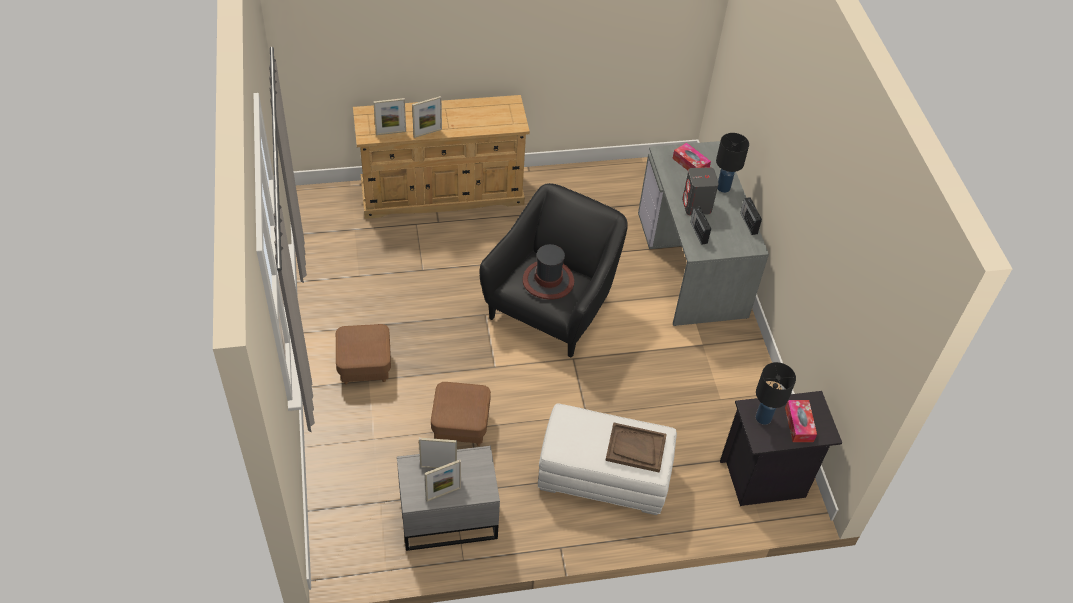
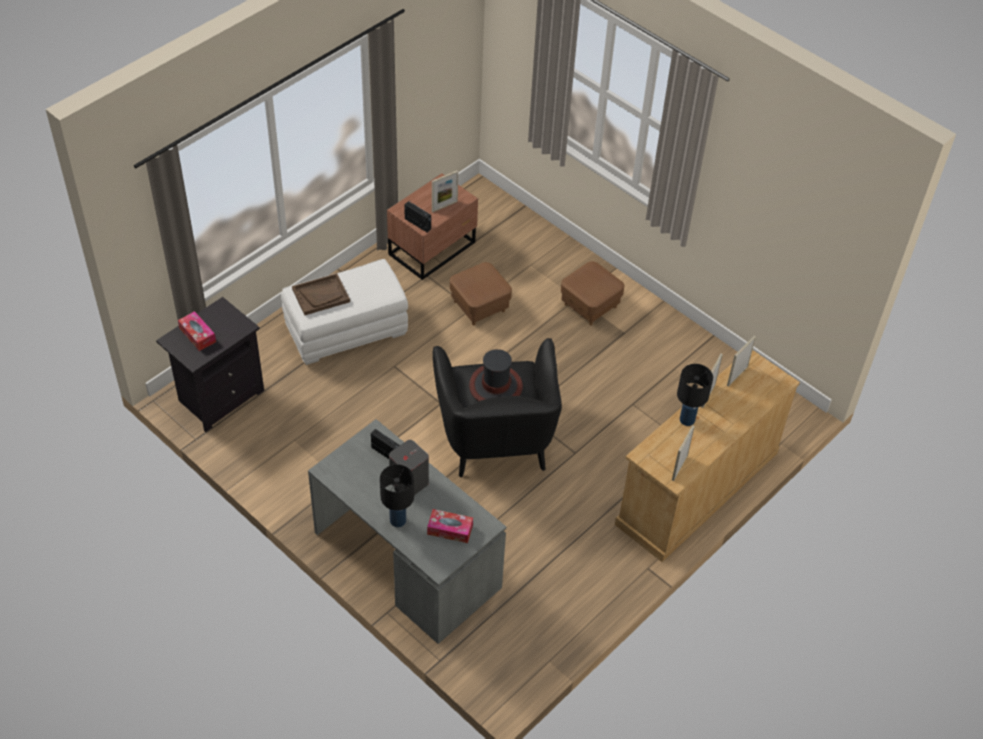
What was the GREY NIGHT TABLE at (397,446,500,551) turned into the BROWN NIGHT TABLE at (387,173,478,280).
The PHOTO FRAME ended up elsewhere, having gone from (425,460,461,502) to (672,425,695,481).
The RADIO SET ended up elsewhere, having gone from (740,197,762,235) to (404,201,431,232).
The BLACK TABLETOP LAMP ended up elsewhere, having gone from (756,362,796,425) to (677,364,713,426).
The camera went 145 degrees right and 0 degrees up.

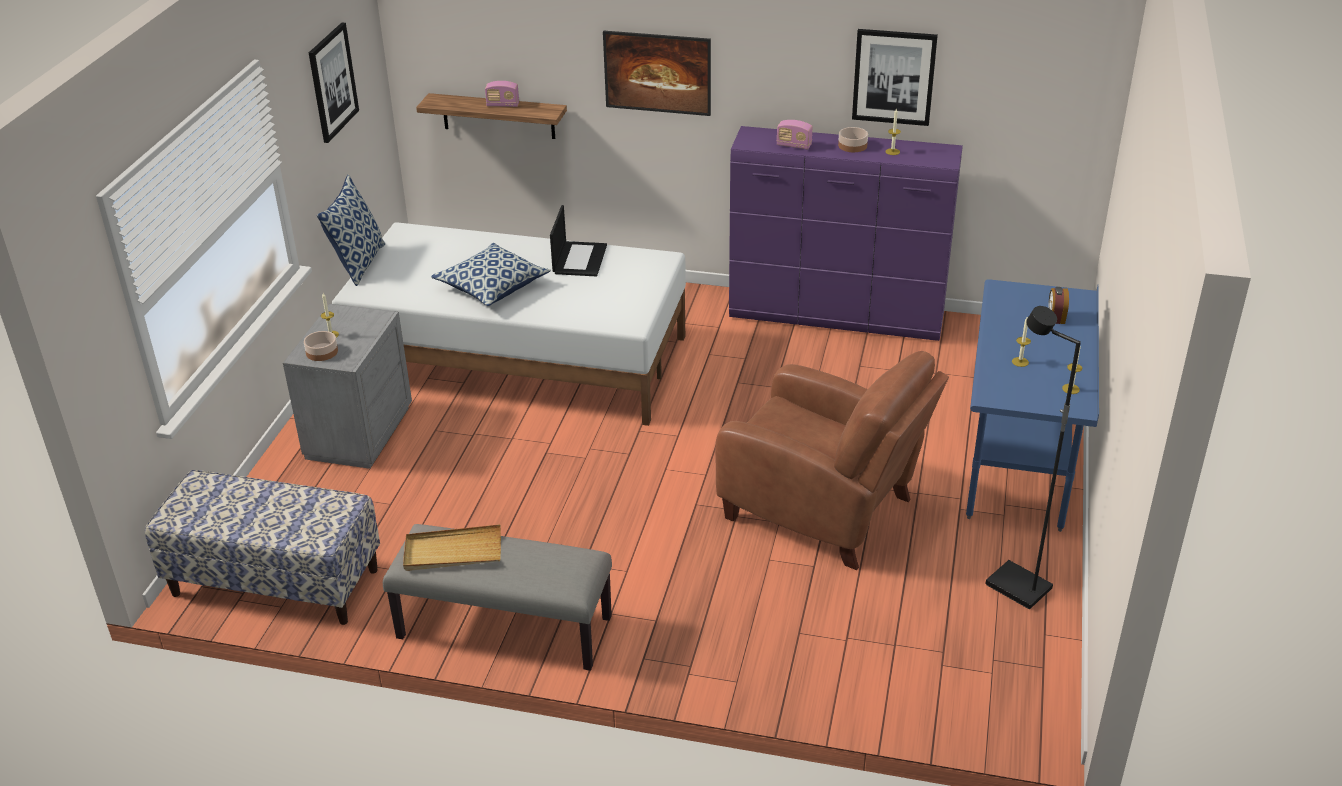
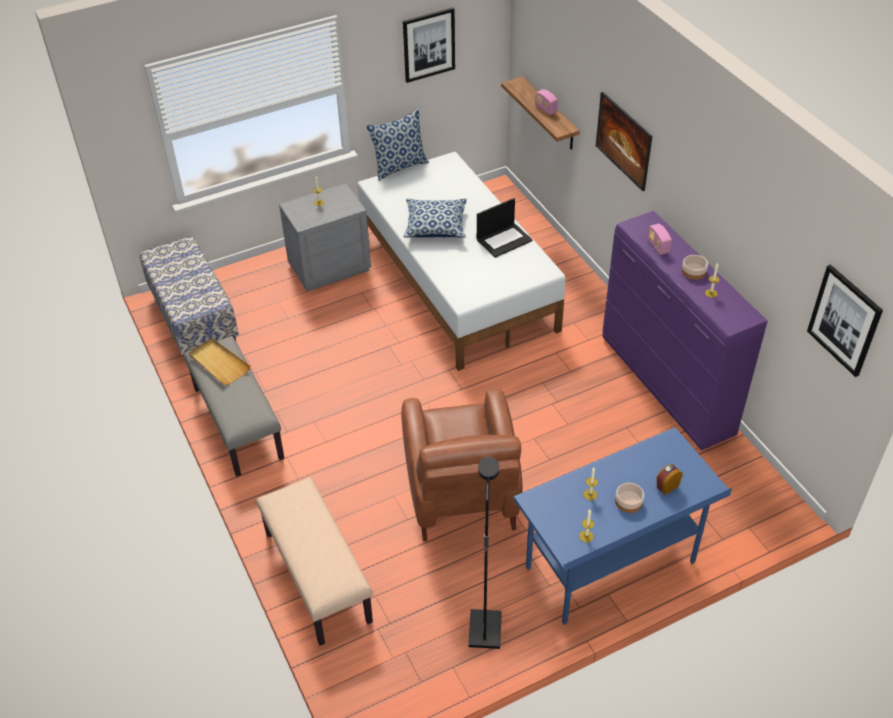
The DEEP DISH ended up elsewhere, having gone from (304,331,338,361) to (615,483,644,513).
The PICTURE ended up elsewhere, having gone from (852,29,938,126) to (807,265,883,377).
The second view gained the BEIGE-COLOURED INDOOR BENCH at (256,477,373,646).
The camera went 50 degrees right and 10 degrees up.

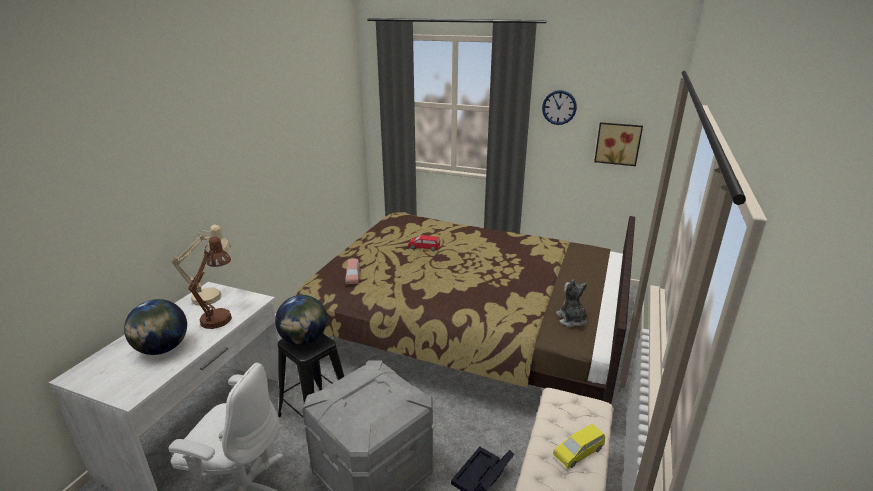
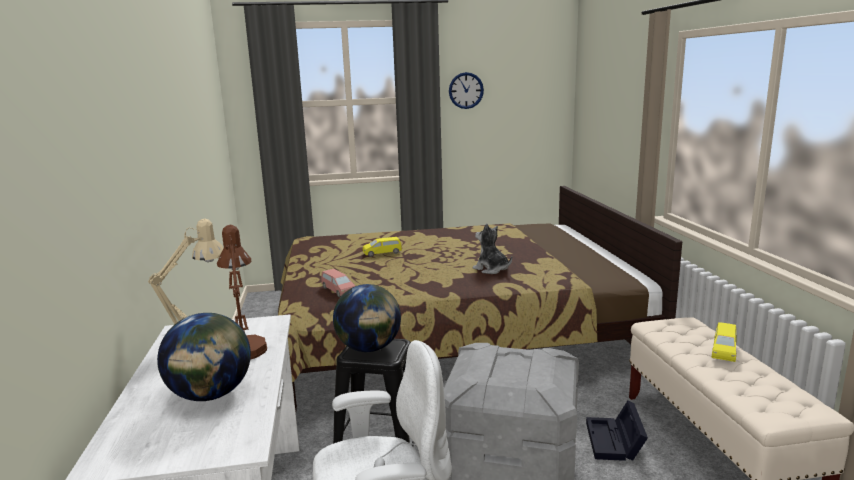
What was the RED MINIATURE CAR at (408,235,440,251) turned into the YELLOWISH MINIATURE CAR at (362,237,402,257).
The SOFT TOY ended up elsewhere, having gone from (556,280,587,327) to (473,223,512,274).
The second view lost the PICTURE at (594,122,643,166).
The camera went 30 degrees left and 10 degrees down.

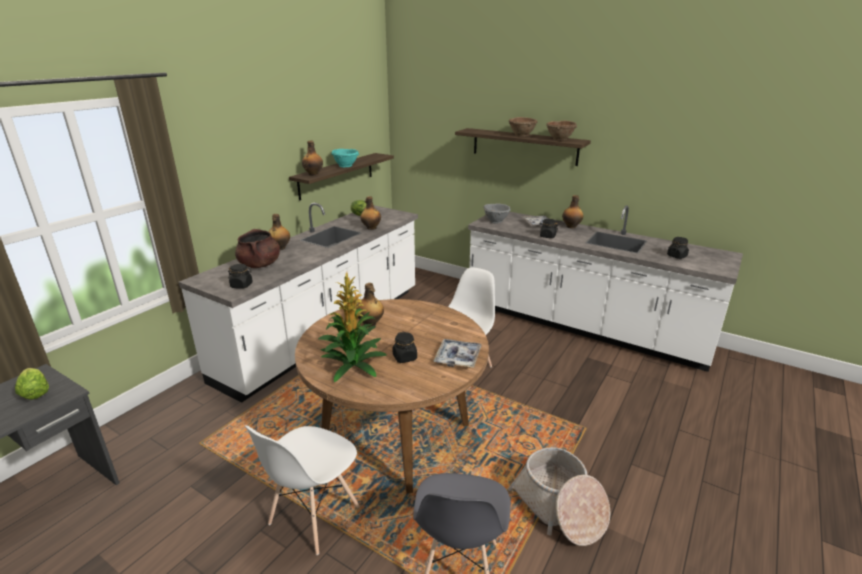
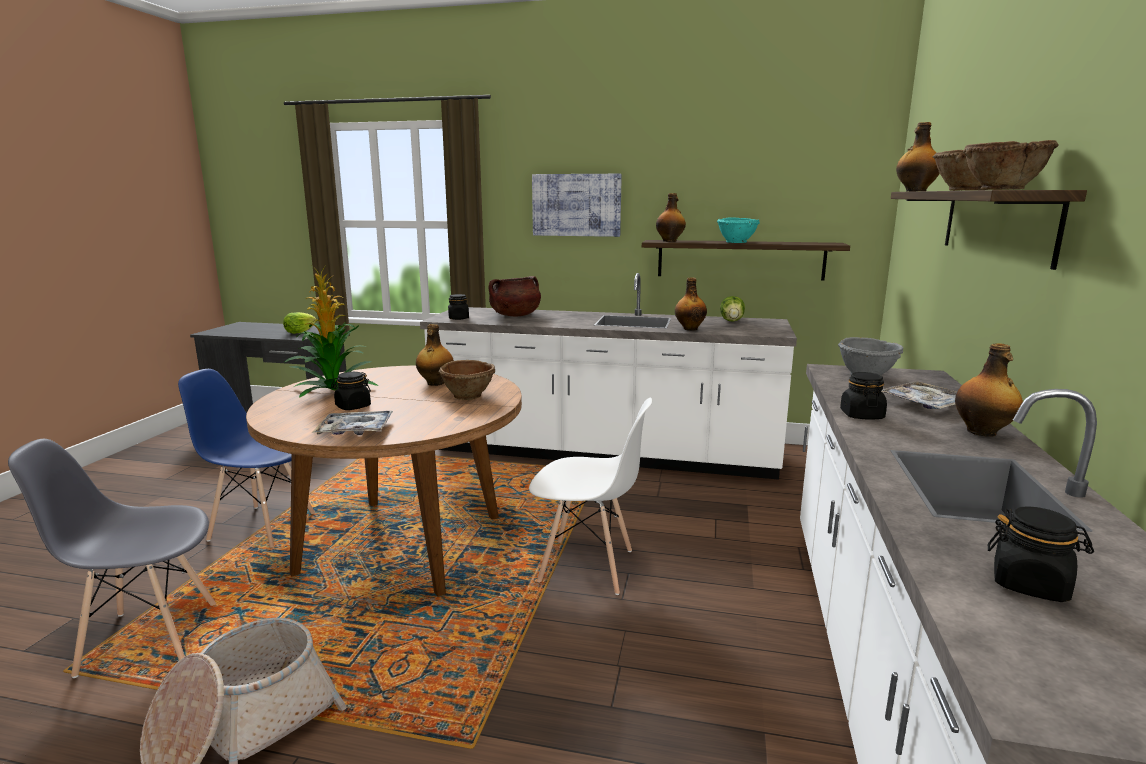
What was the WHITISH CHAIR at (245,425,360,555) turned into the BLUE CHAIR at (178,369,315,547).
The BEVERAGE BOTTLE ended up elsewhere, having gone from (268,214,290,250) to (896,122,940,191).
The second view gained the BROWN DEEP DISH at (439,360,495,400).
The second view gained the PICTURE at (532,174,622,237).
The camera went 70 degrees right and 10 degrees down.

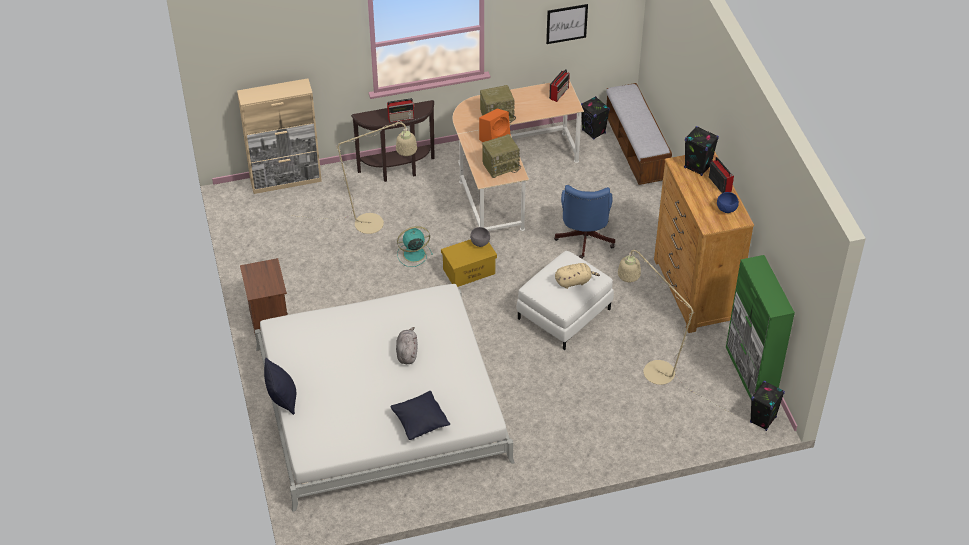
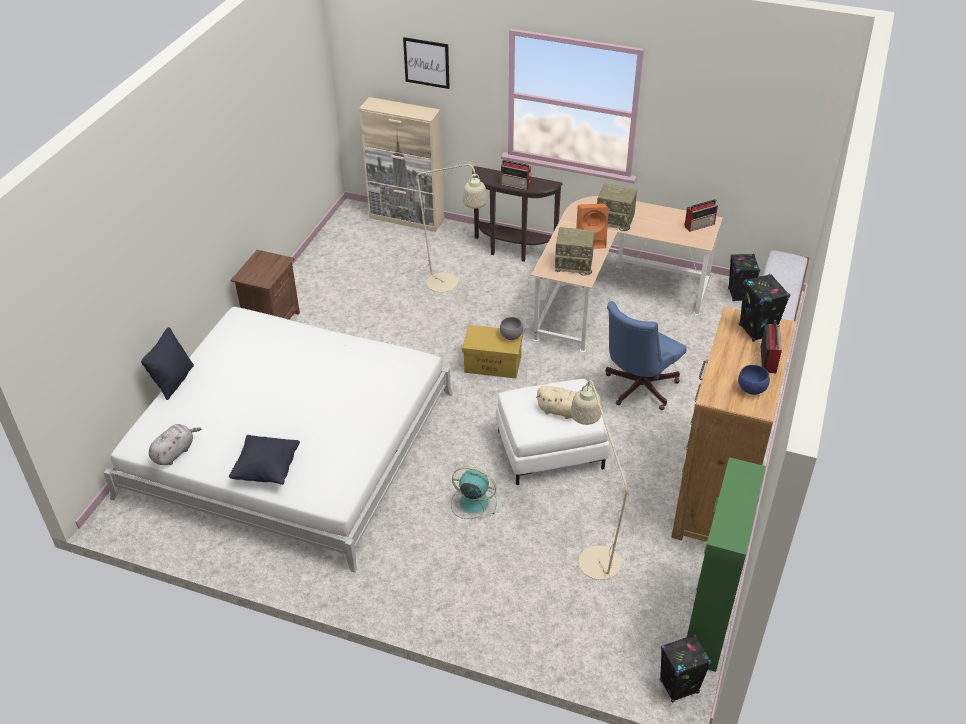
The GREY SOFT TOY ended up elsewhere, having gone from (396,327,418,364) to (149,424,201,465).
The BLUE-GREEN FAN ended up elsewhere, having gone from (397,226,433,267) to (451,466,497,519).
The PICTURE ended up elsewhere, having gone from (546,4,588,44) to (403,37,450,89).
The camera went 35 degrees right and 5 degrees down.

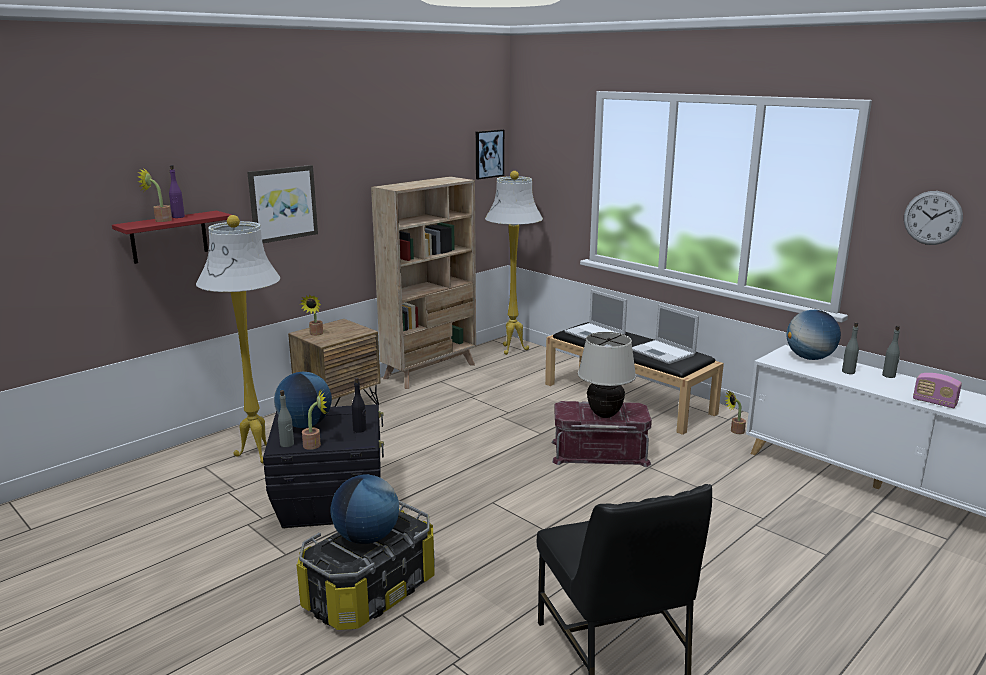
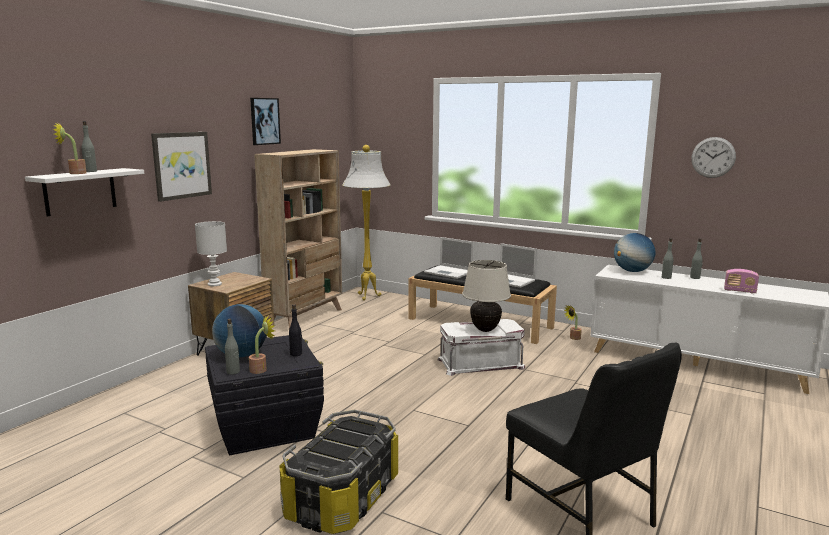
What was the RED BRACKET SHELF at (112,211,231,264) turned into the WHITISH BRACKET SHELF at (25,168,144,216).
What was the PURPLE-COLOURED BEVERAGE BOTTLE at (169,165,185,218) turned into the GREY BEVERAGE BOTTLE at (82,121,97,172).
The second view lost the WHITISH STANDARD LAMP at (196,215,280,464).
Where the PLANT IN A POT stood at (300,294,323,336), the WHITISH TABLETOP LAMP came to stand at (195,221,227,286).
The second view lost the GLOBE at (330,474,399,544).
The PICTURE ended up elsewhere, having gone from (476,130,504,179) to (250,98,281,145).
What was the RED STORAGE BOX at (551,401,652,467) turned into the WHITISH STORAGE BOX at (438,319,525,376).
The camera went 15 degrees left and 5 degrees down.

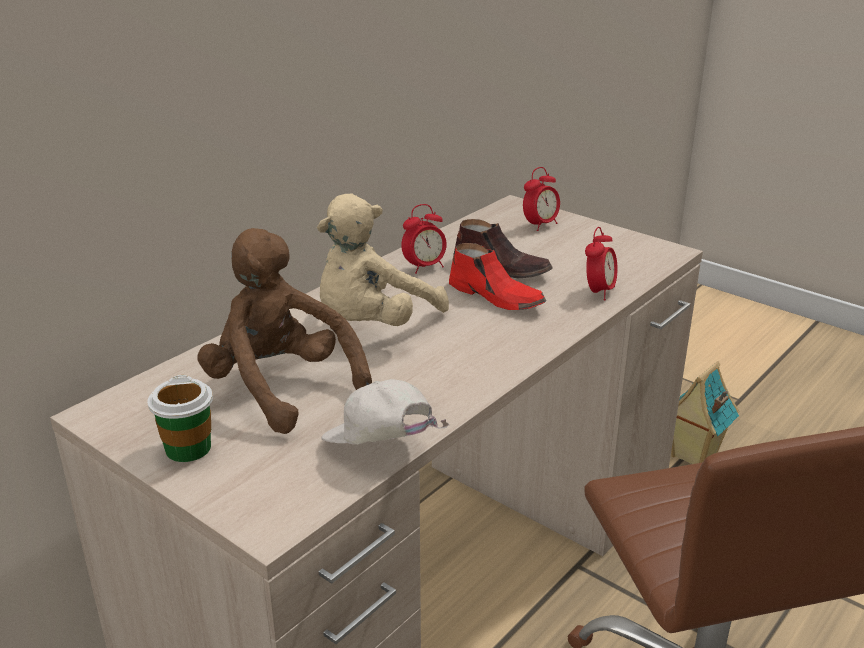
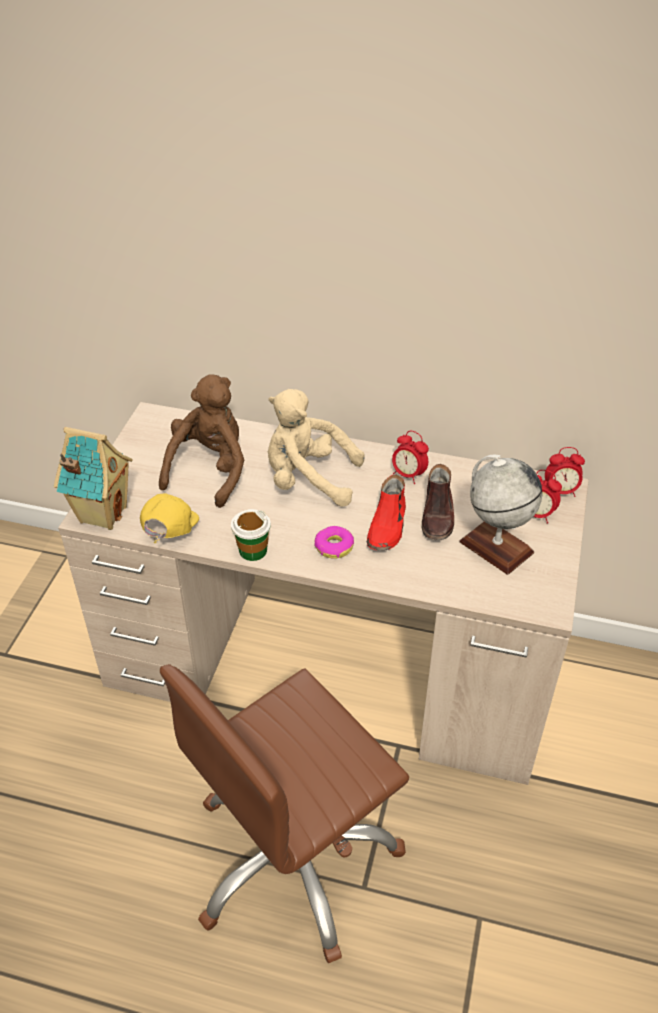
The SMALL CUP ended up elsewhere, having gone from (147,375,213,462) to (231,509,271,561).
What was the WHITISH PEAKED CAP at (321,379,449,444) turned into the YELLOWISH PEAKED CAP at (140,493,199,543).
The TABLE CLOCK ended up elsewhere, having gone from (585,227,617,300) to (545,447,585,497).
The TOY HOUSE ended up elsewhere, having gone from (671,361,739,464) to (54,427,133,530).
The second view gained the DONUT at (314,526,354,559).
The second view gained the GLOBE at (459,454,542,575).
The camera went 65 degrees right and 15 degrees up.

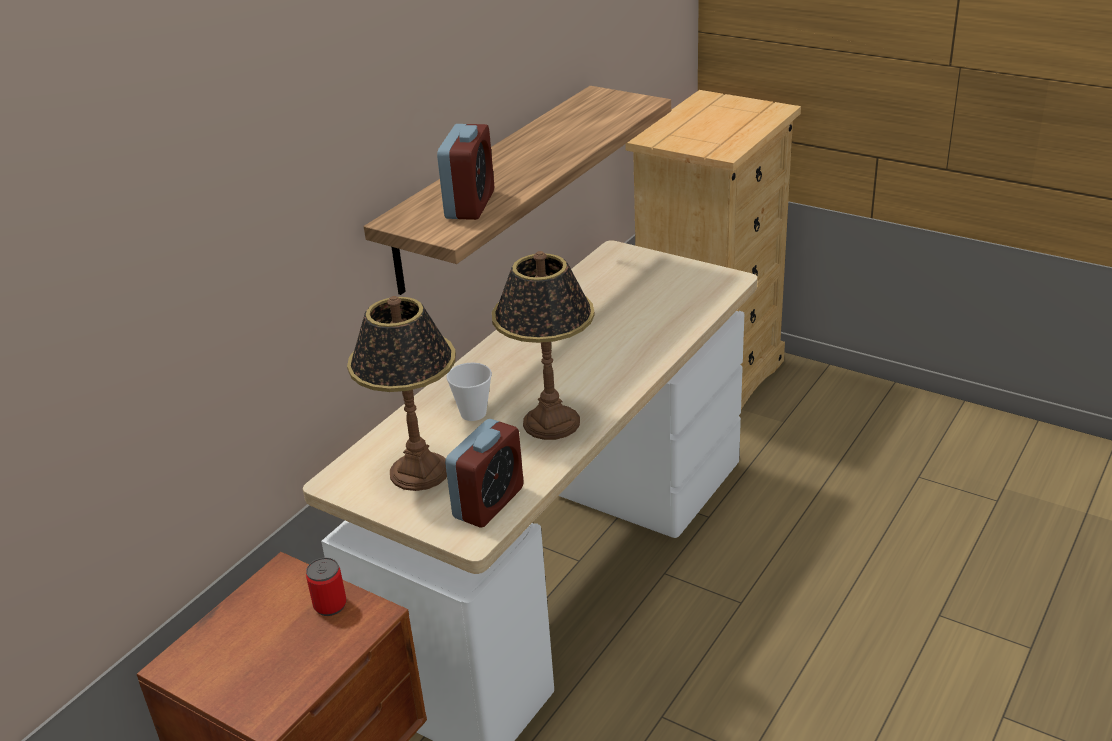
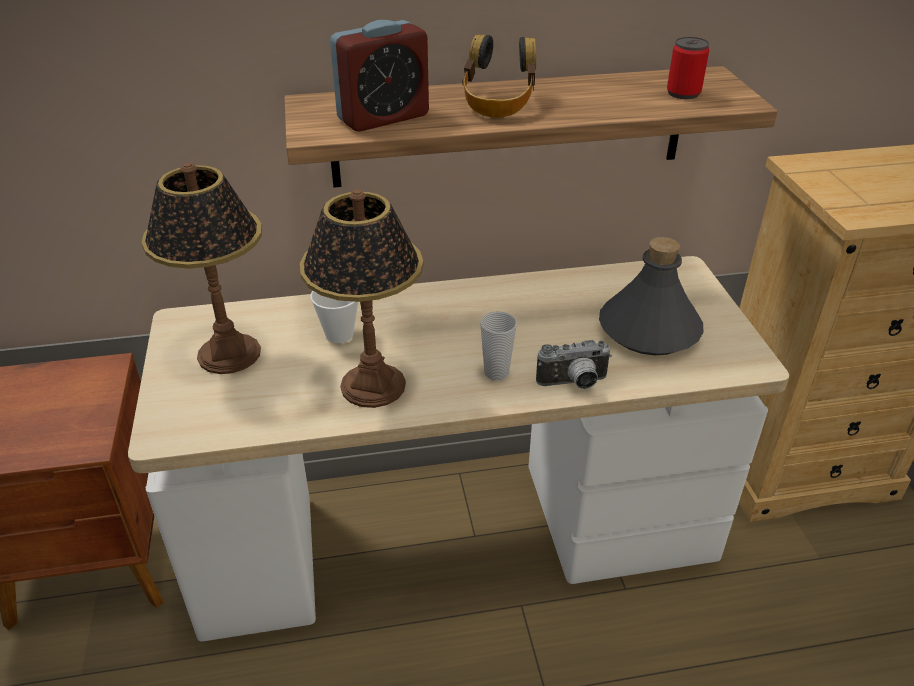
The SEALED CAN ended up elsewhere, having gone from (306,558,346,616) to (667,37,710,99).
The second view lost the TABLE CLOCK at (445,419,524,528).
The second view gained the HEADPHONES at (462,34,536,118).
The second view gained the SMALL CUP at (480,311,517,381).
The second view gained the PHOTO CAMERA at (536,340,612,389).
The second view gained the GREY BEVERAGE BOTTLE at (599,237,703,355).
The camera went 45 degrees right and 5 degrees up.

